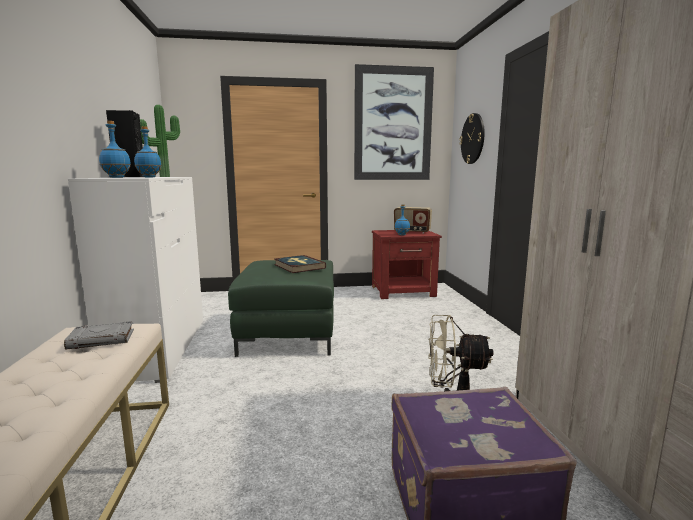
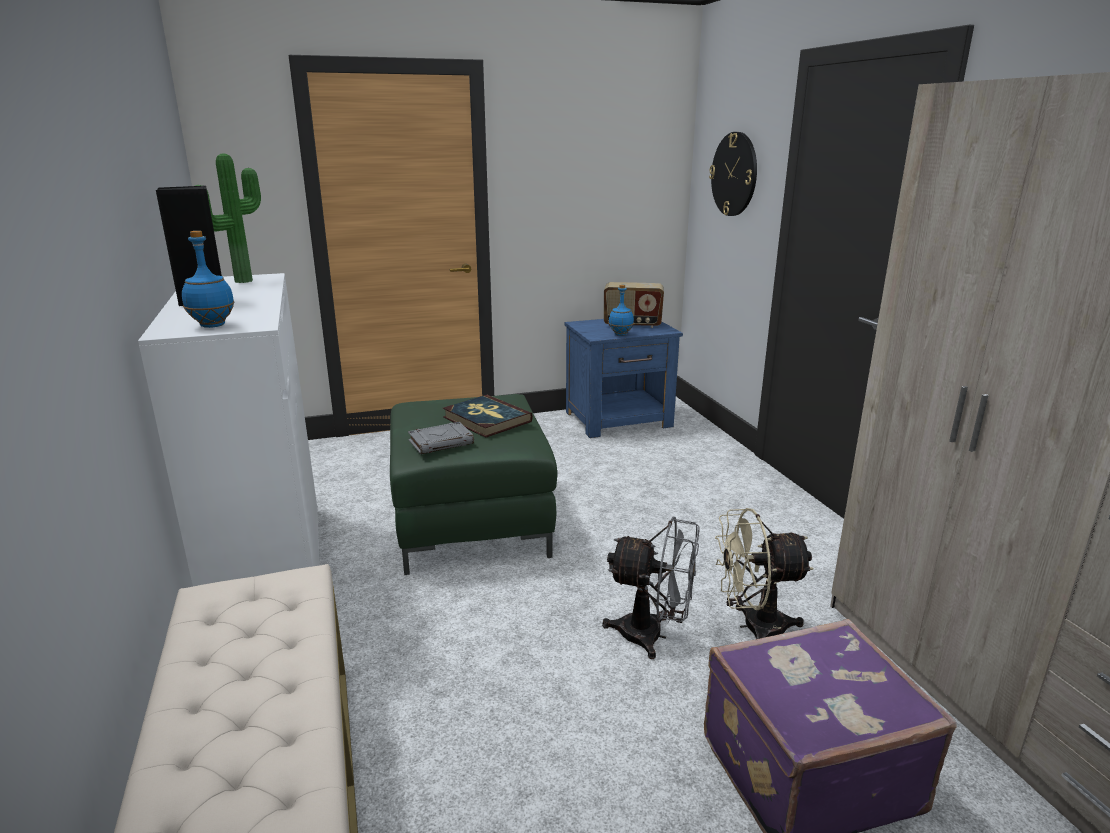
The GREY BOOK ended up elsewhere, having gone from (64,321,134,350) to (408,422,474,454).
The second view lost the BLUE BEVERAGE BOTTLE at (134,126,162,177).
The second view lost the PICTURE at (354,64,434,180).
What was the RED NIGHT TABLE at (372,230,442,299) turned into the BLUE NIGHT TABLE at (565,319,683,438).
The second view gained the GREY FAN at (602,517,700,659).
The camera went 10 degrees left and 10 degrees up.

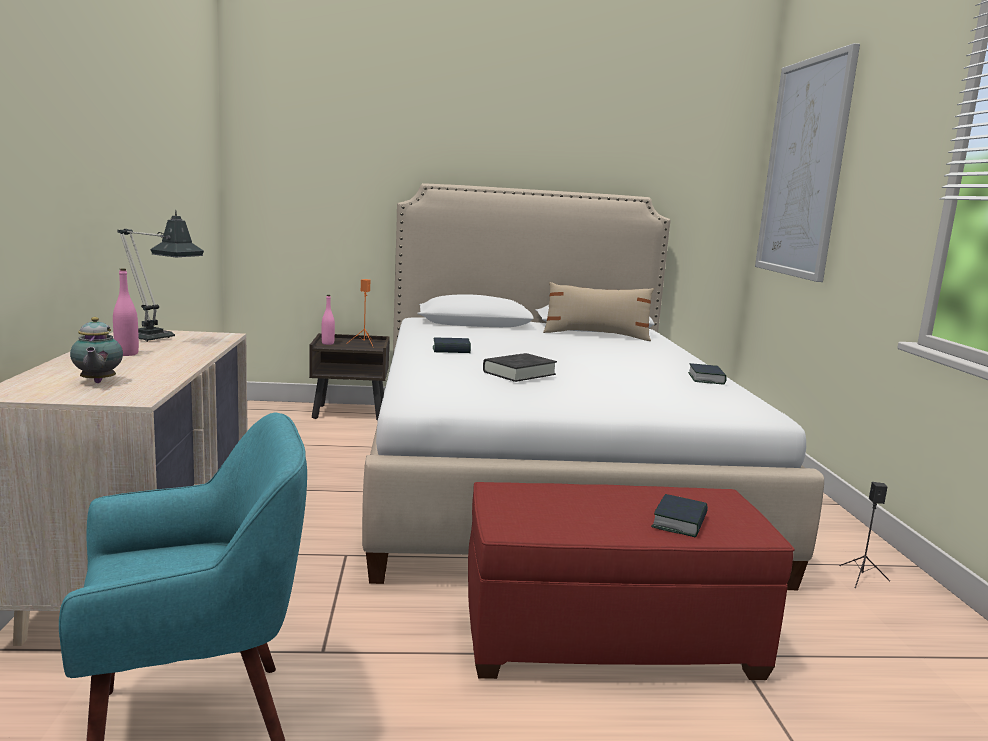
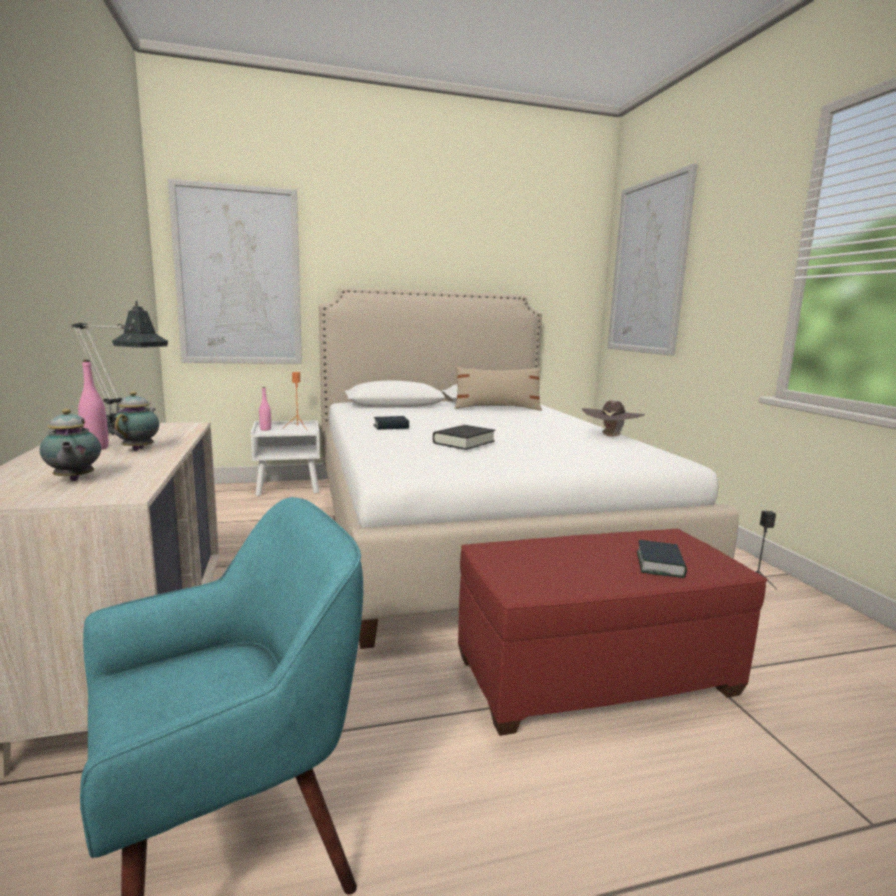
What was the BROWN NIGHT TABLE at (309,333,390,421) turned into the WHITISH NIGHT TABLE at (251,421,320,496).
Where the BOOK stood at (688,363,727,385), the BROWN HAT came to stand at (582,400,645,438).
The second view gained the TEA POT at (112,391,159,451).
The second view gained the PICTURE at (168,179,302,364).
The camera went 10 degrees left and 0 degrees up.

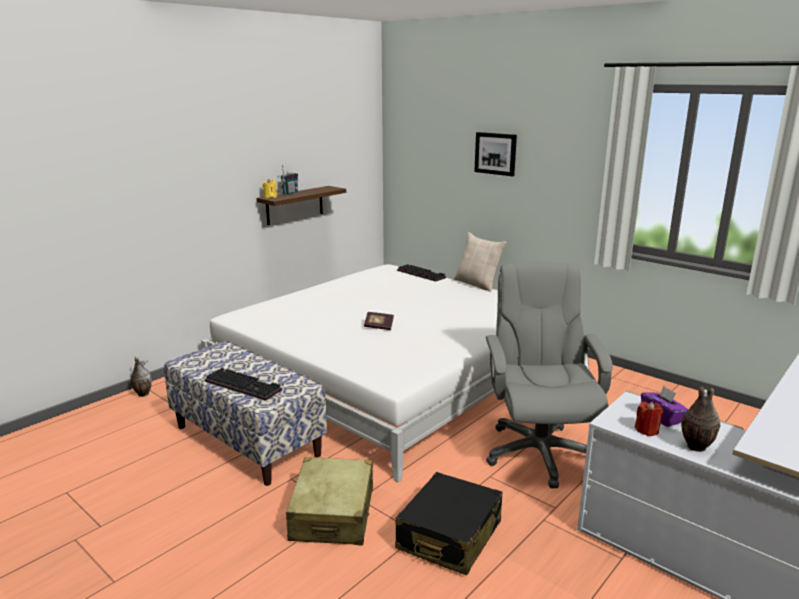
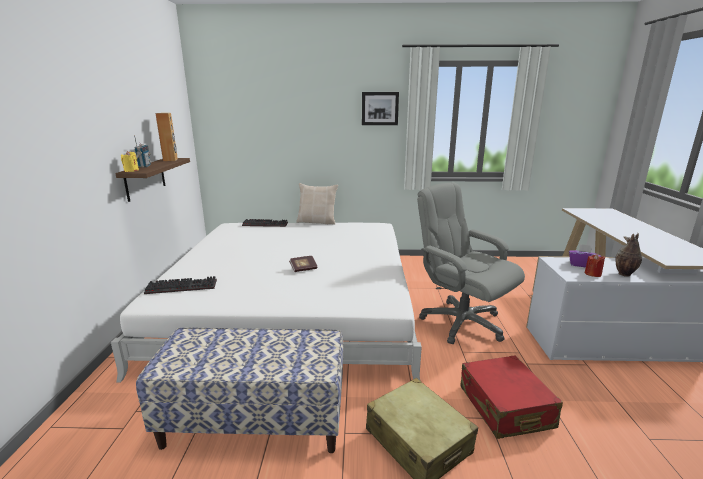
The second view lost the FLOWER VASE at (131,357,152,397).
The PC KEYBOARD ended up elsewhere, having gone from (205,368,282,401) to (144,276,217,294).
What was the BLACK PIECE OF LUGGAGE at (395,472,502,575) turned into the RED PIECE OF LUGGAGE at (460,355,563,439).
The PICTURE ended up elsewhere, having gone from (474,132,517,176) to (362,92,399,125).
The second view gained the BROWN LOUDSPEAKER at (155,113,178,161).
The camera went 40 degrees left and 0 degrees up.

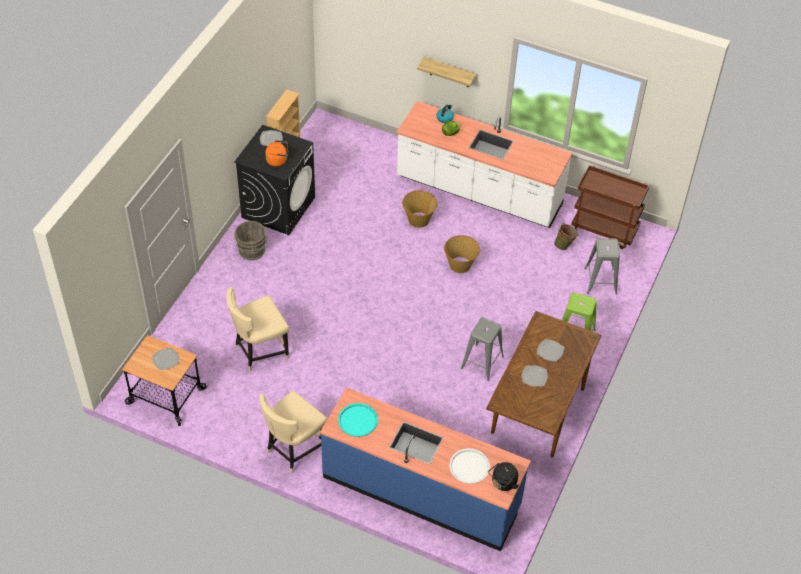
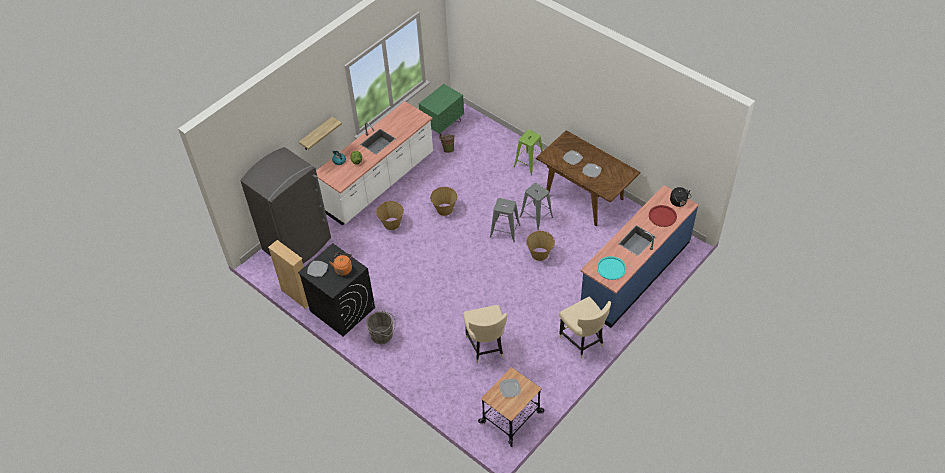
What was the WHITISH TRAY at (449,448,490,484) turned into the RED TRAY at (649,205,677,227).
Where the BROWN WHEELED CART stood at (571,165,649,249), the GREEN NIGHT TABLE came to stand at (419,84,464,137).
The GREY STOOL SEAT ended up elsewhere, having gone from (584,238,620,295) to (490,198,521,242).
The second view gained the GREY FRIDGE at (240,147,331,263).
The second view gained the BASKET at (526,231,555,261).
The camera went 70 degrees left and 0 degrees up.

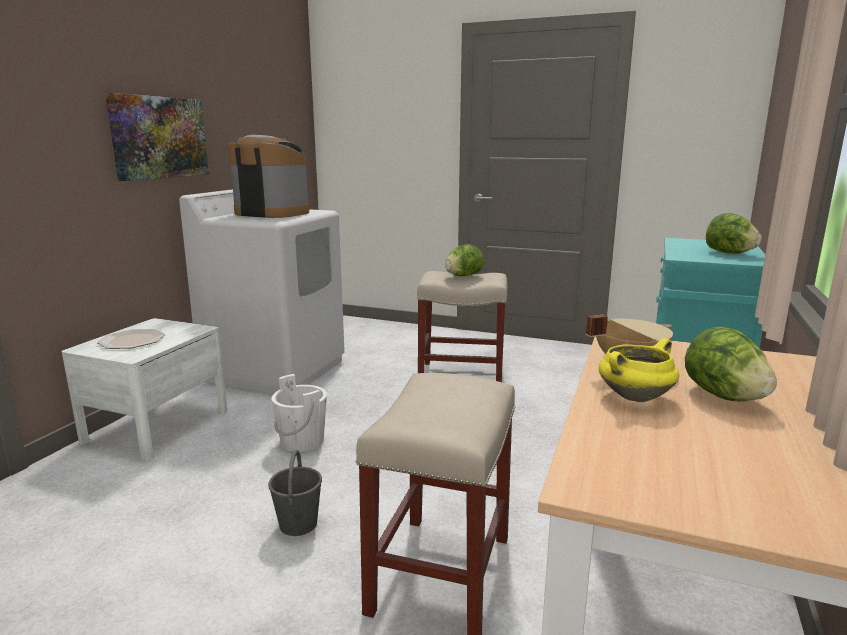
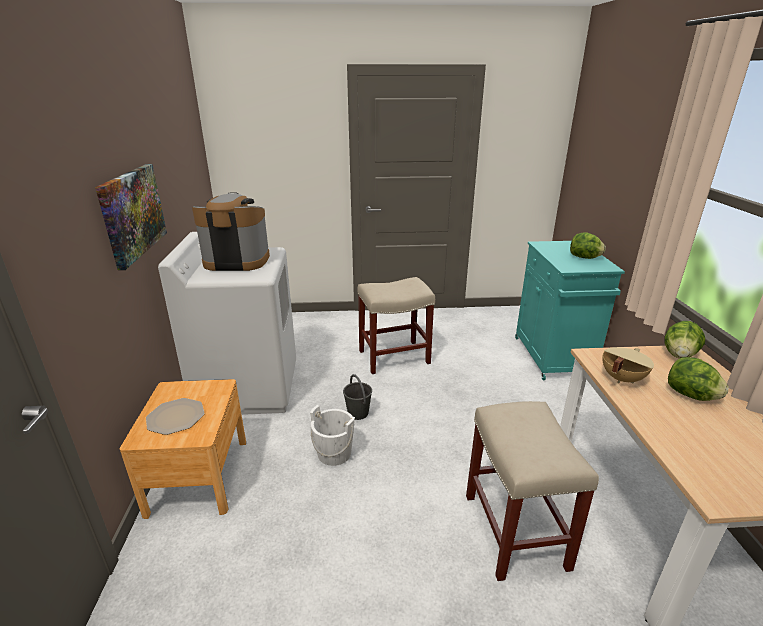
What was the WHITISH NIGHT TABLE at (62,318,227,461) turned into the BROWN NIGHT TABLE at (120,379,246,519).
The GREY PAIL ended up elsewhere, having gone from (268,450,322,536) to (343,374,372,420).
The HEAD OF LETTUCE ended up elsewhere, having gone from (445,244,484,276) to (665,321,705,358).
The second view lost the YELLOWISH STOCKPOT at (599,338,679,402).
The camera went 25 degrees left and 10 degrees up.

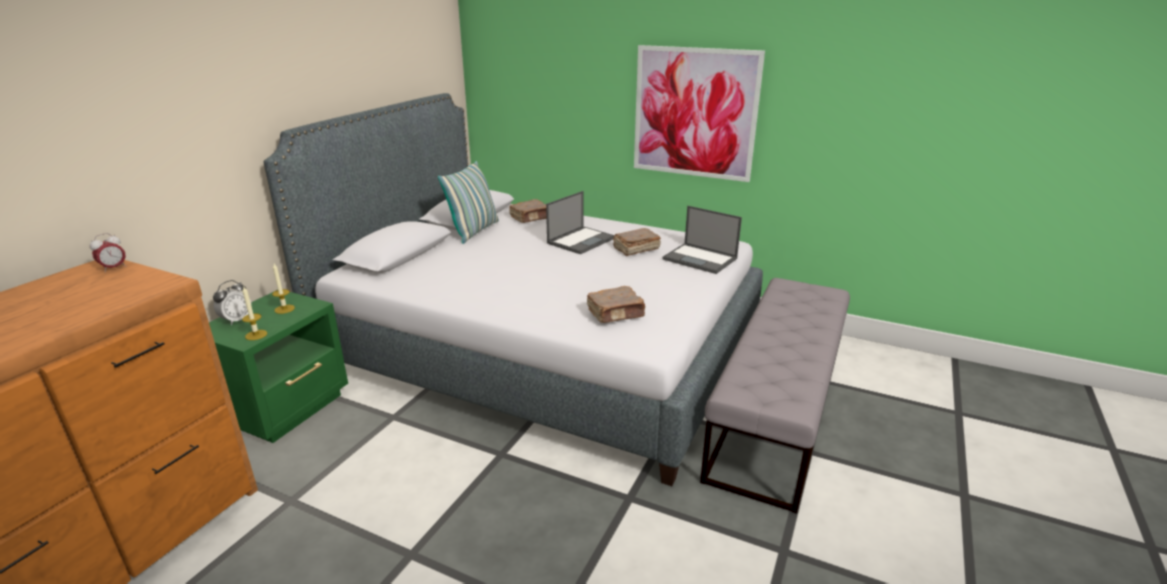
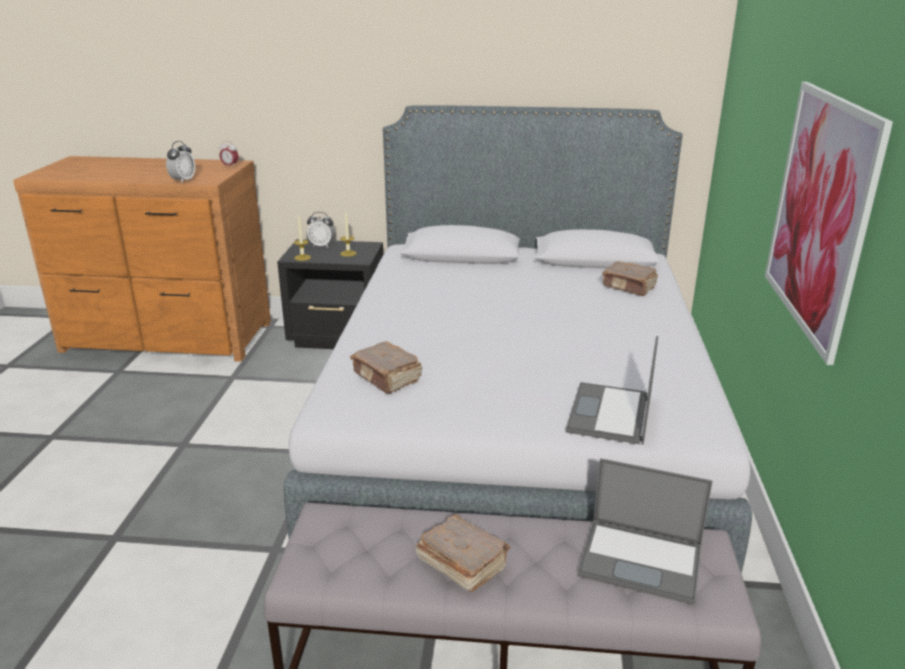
What was the GREEN NIGHT TABLE at (209,290,348,443) turned into the BLACK NIGHT TABLE at (277,239,383,349).
The second view lost the THROW PILLOW at (438,161,499,244).
The LAPTOP ended up elsewhere, having gone from (546,191,614,254) to (577,458,713,605).
The BROWN BOOK ended up elsewhere, having gone from (613,228,661,256) to (416,514,510,592).
The second view gained the TABLE CLOCK at (166,141,195,183).
The camera went 70 degrees right and 0 degrees up.

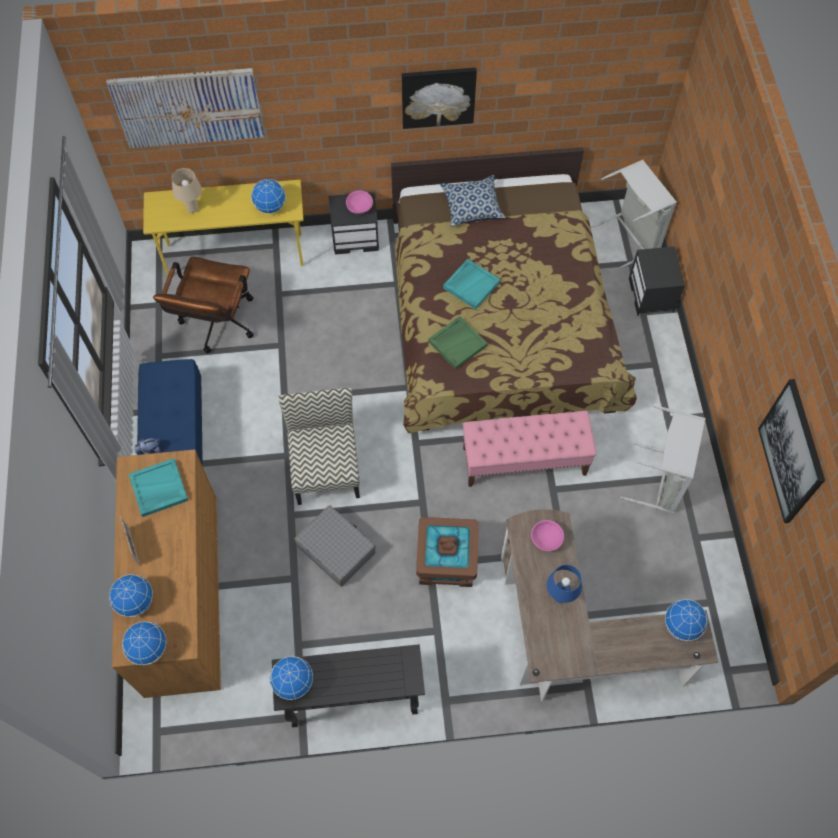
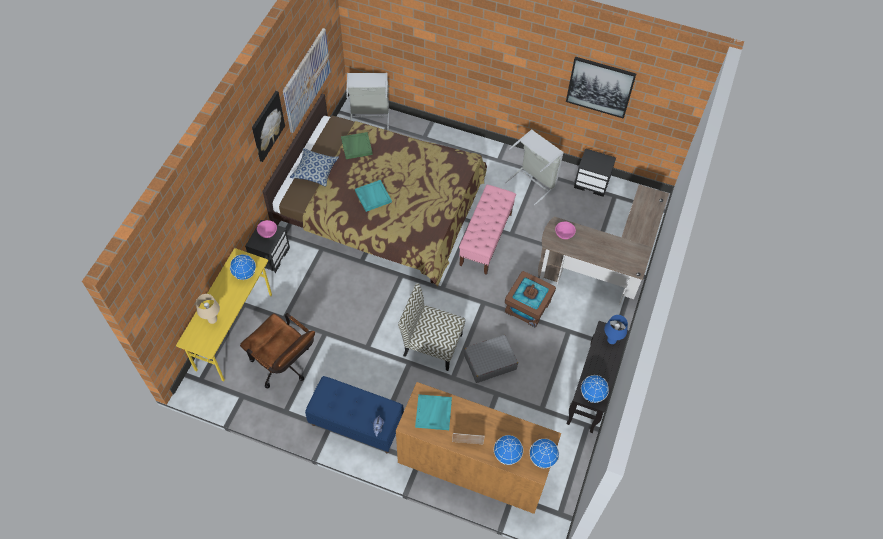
The PICTURE ended up elsewhere, having gone from (106,68,265,148) to (283,28,331,133).
The GREEN TRAY ended up elsewhere, having gone from (428,316,488,369) to (341,132,373,159).
The BLUE TABLETOP LAMP ended up elsewhere, having gone from (547,565,582,603) to (604,315,628,344).
The BLACK NIGHT TABLE ended up elsewhere, having gone from (629,247,685,316) to (574,148,616,197).
The second view lost the GLOBE at (665,599,708,641).
The camera went 65 degrees left and 5 degrees down.

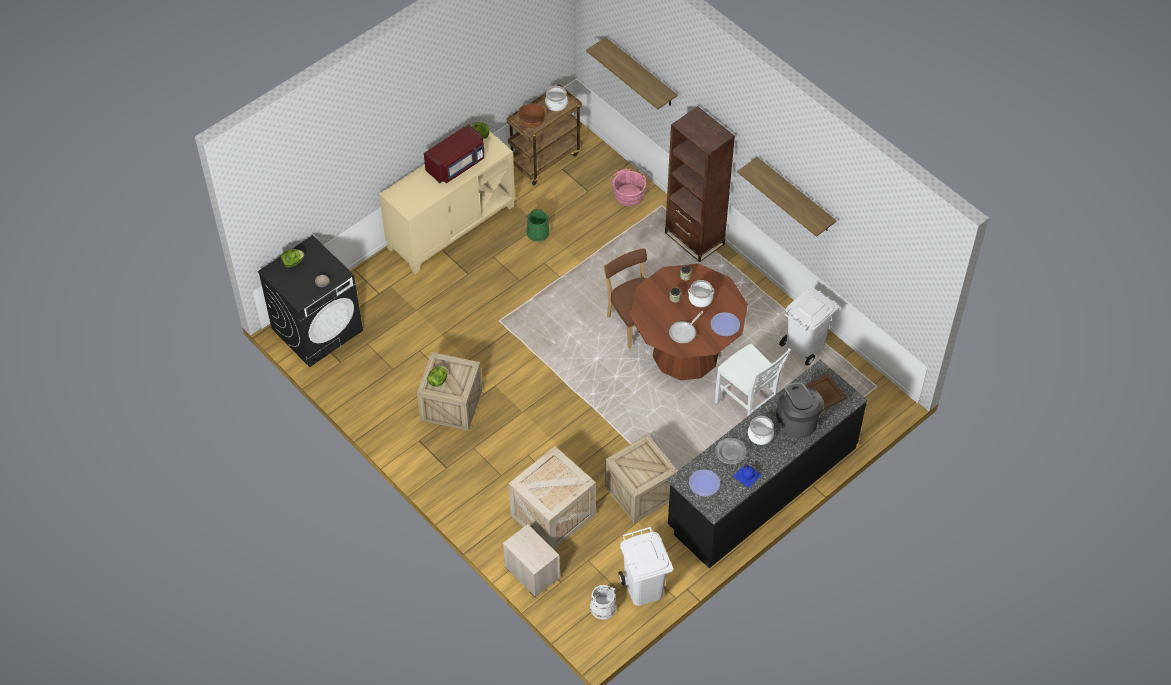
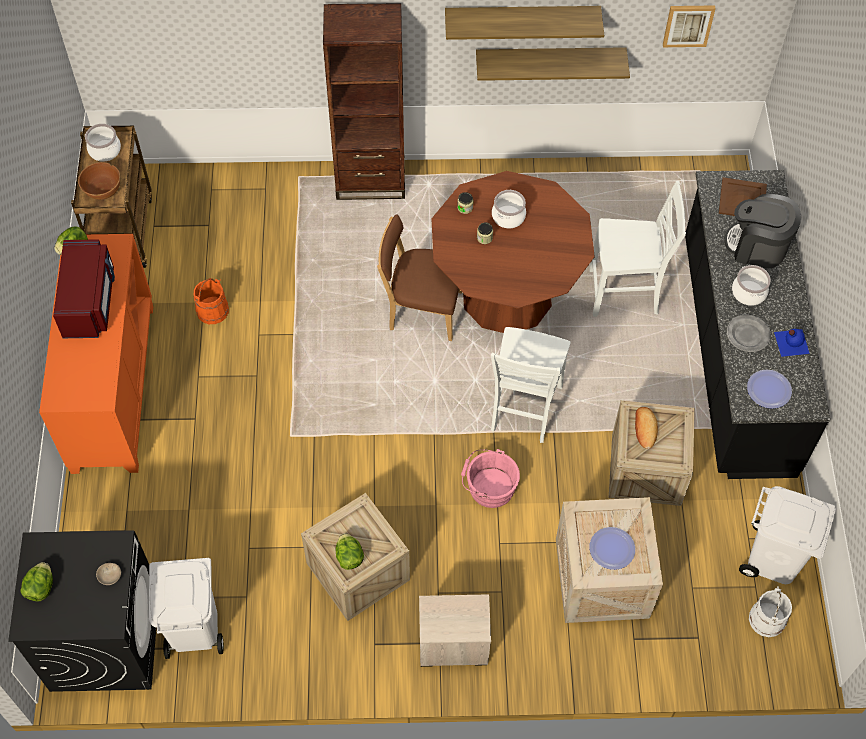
What was the BEIGE-COLOURED STORAGE CABINET at (379,132,515,274) turned into the ORANGE STORAGE CABINET at (39,234,153,474).
The NIGHT TABLE ended up elsewhere, having gone from (503,524,559,597) to (419,594,491,667).
What was the GREEN PAIL at (526,209,550,242) turned into the ORANGE PAIL at (194,278,229,324).
The BRACKET SHELF ended up elsewhere, having gone from (586,37,678,109) to (476,47,630,81).
The PINK PAIL ended up elsewhere, having gone from (611,168,646,207) to (461,449,520,508).
The second view lost the FRYING PAN at (669,311,703,343).
The FLAT DISH ended up elsewhere, having gone from (711,312,740,336) to (589,527,635,570).
The WHITISH RUBBISH BIN ended up elsewhere, having gone from (779,286,840,366) to (149,558,224,659).
The second view gained the WHITISH CHAIR at (491,327,571,443).
The second view gained the BREAD at (635,407,658,449).
The second view gained the PICTURE at (663,5,716,47).
The camera went 50 degrees left and 5 degrees up.

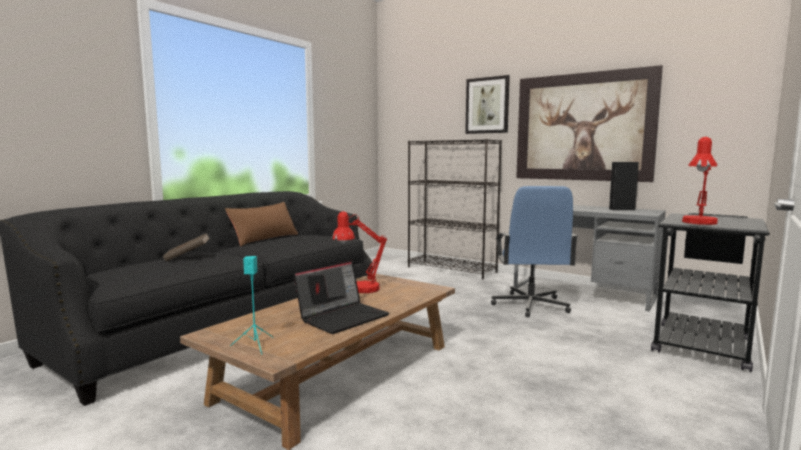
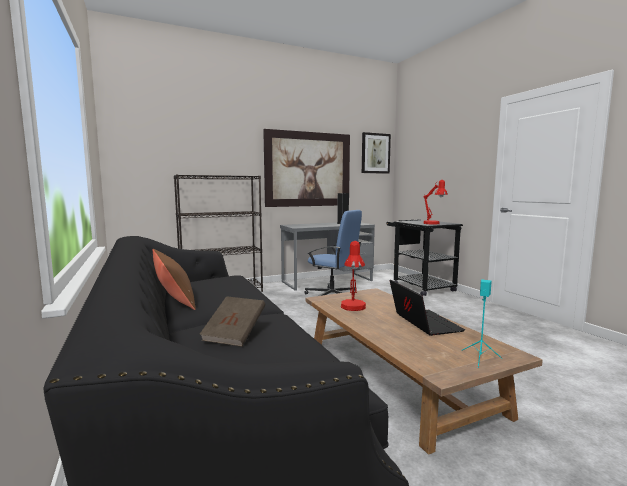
The PICTURE ended up elsewhere, having gone from (465,75,510,134) to (362,132,391,174).
The camera went 60 degrees left and 0 degrees up.

